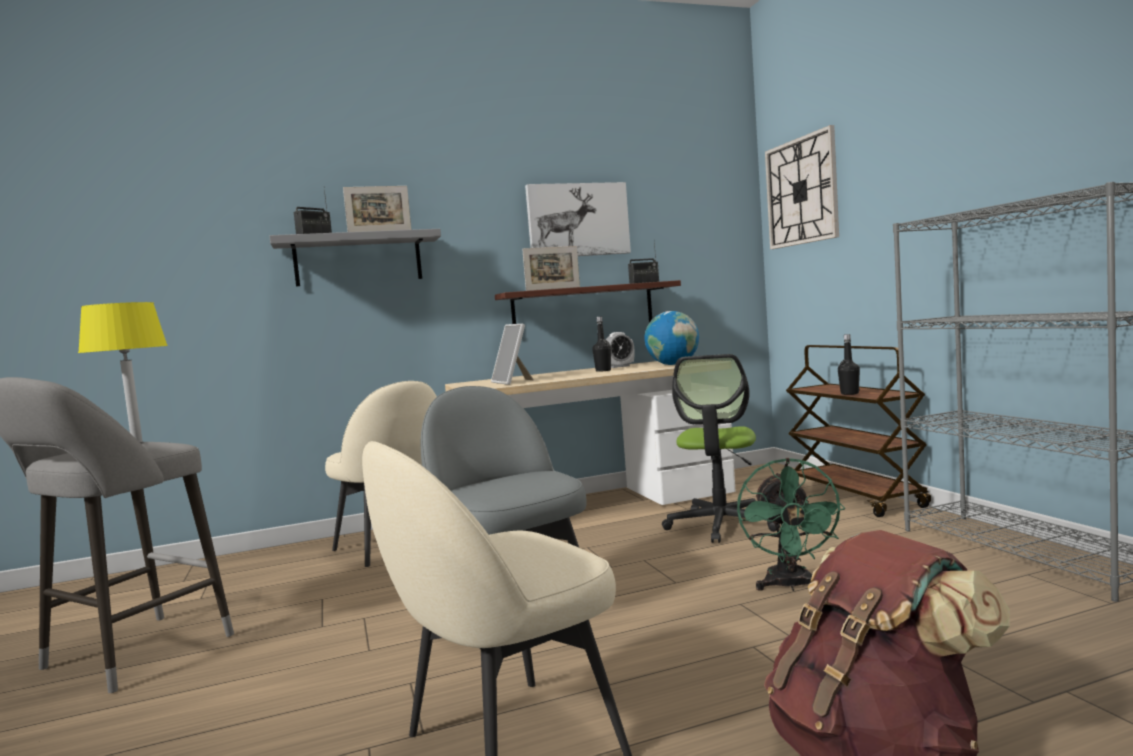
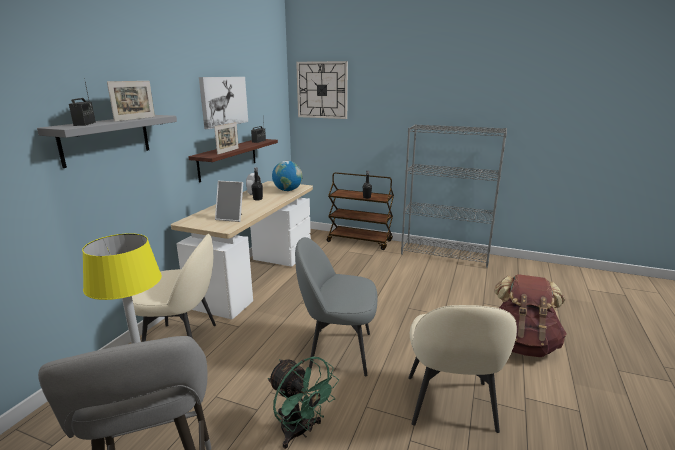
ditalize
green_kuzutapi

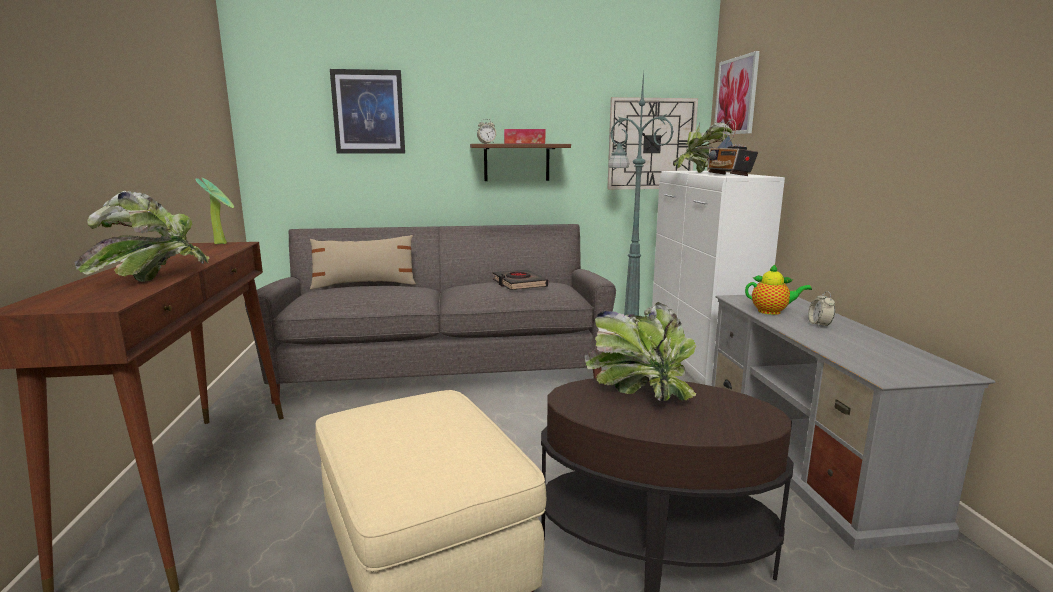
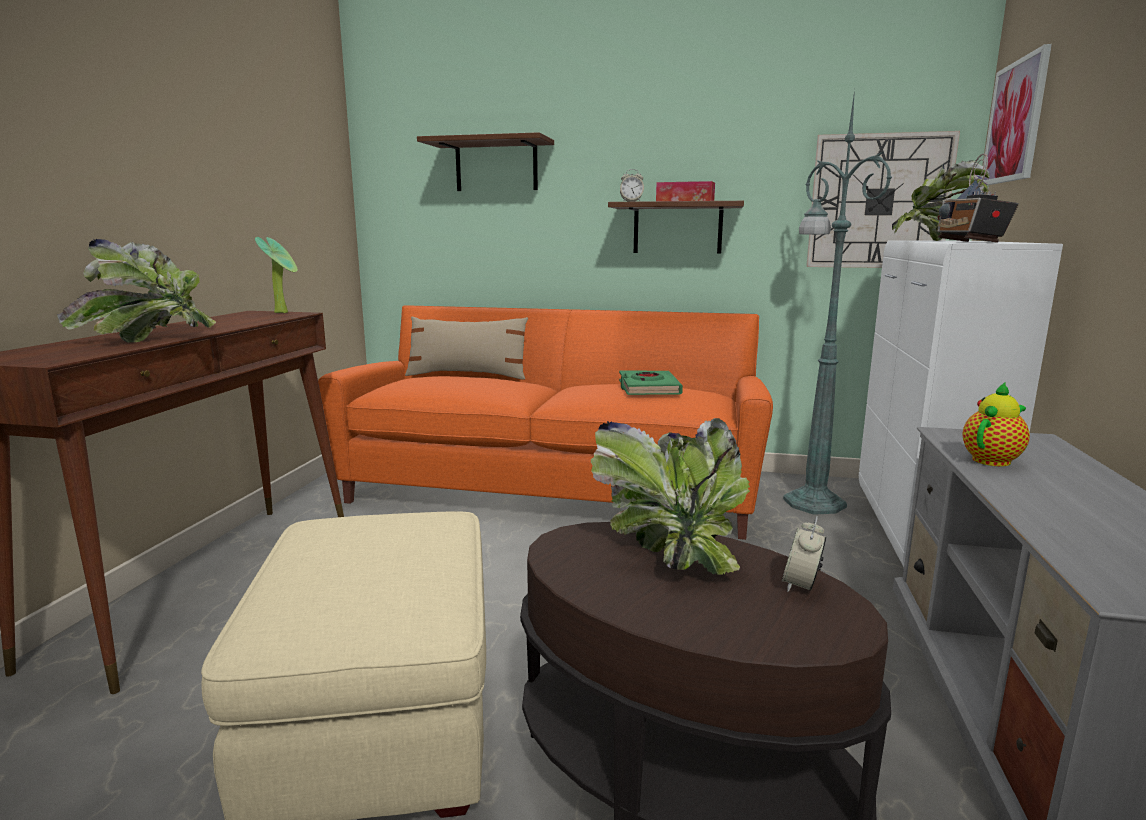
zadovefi (2nd from left)
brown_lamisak (1st from left)
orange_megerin
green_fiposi
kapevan

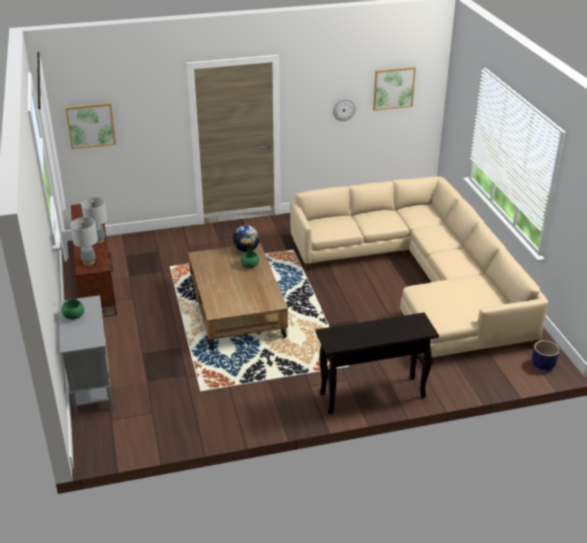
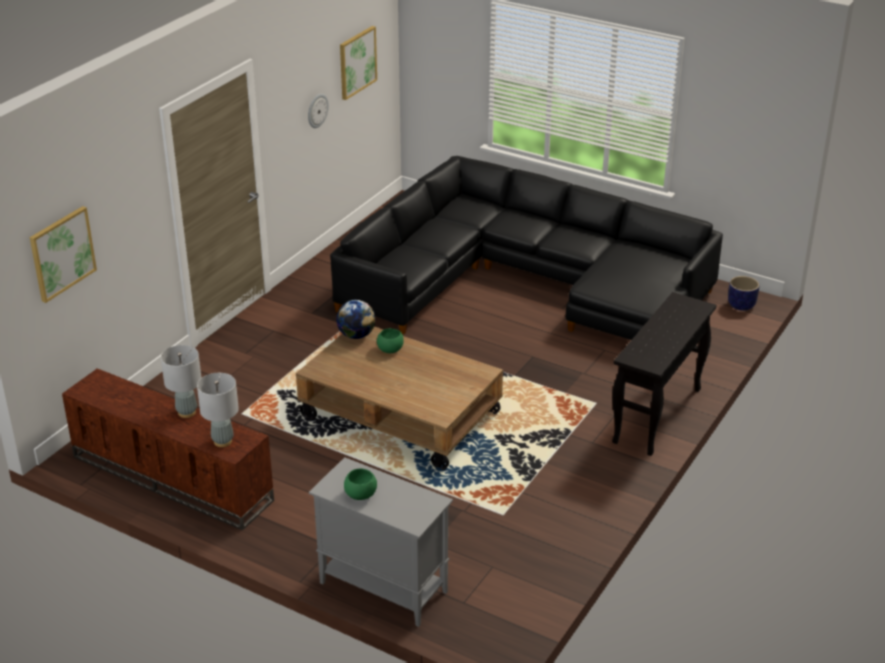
black_megerin

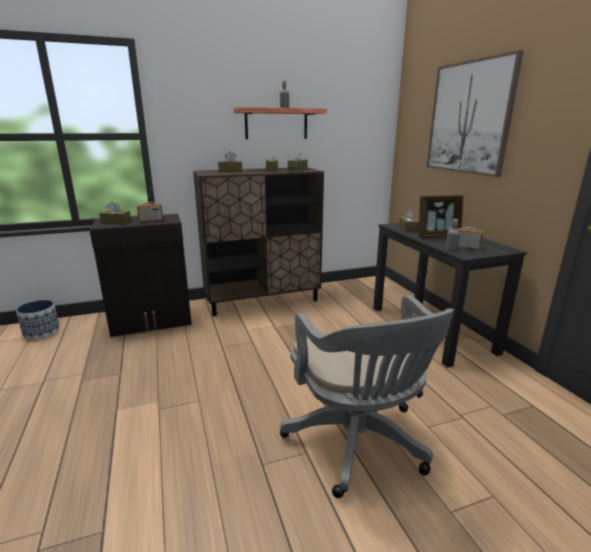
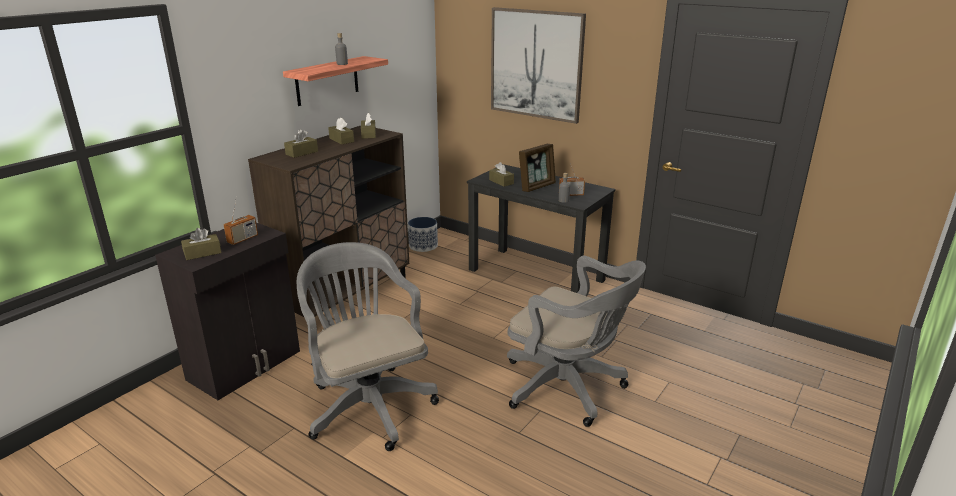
grey_ditalize (1st from left)
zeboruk

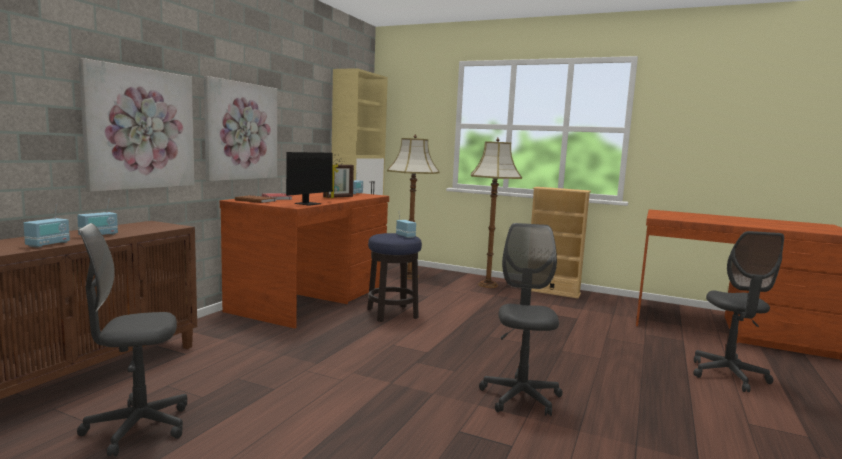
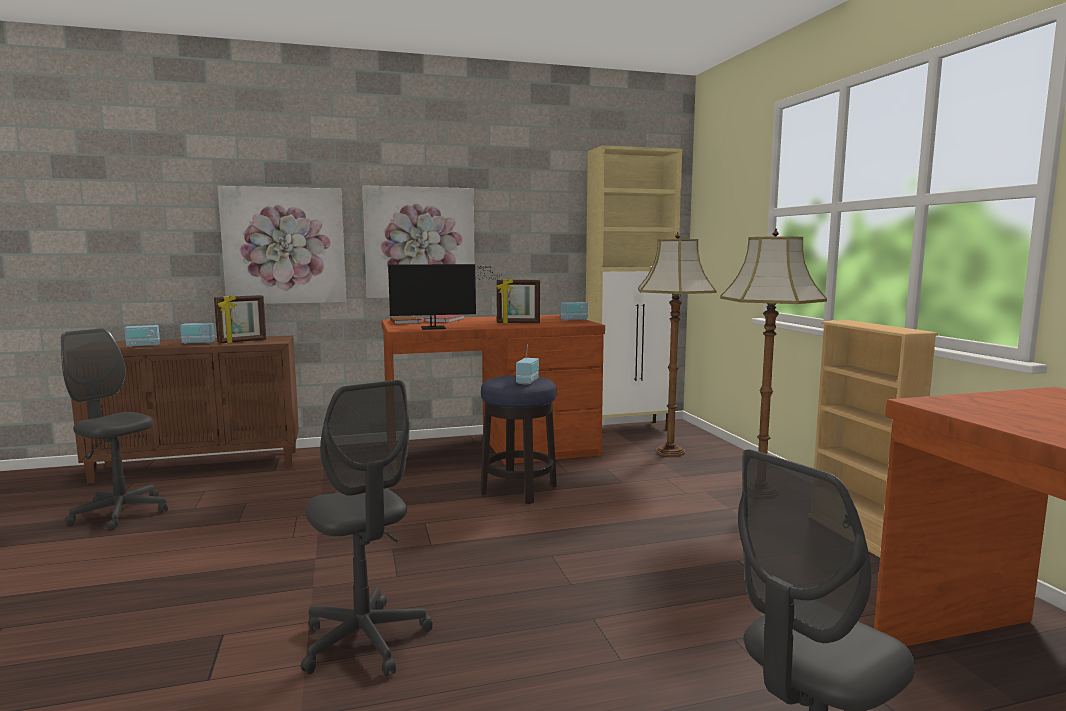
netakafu (1st from left)
grey_ditalize (2nd from left)

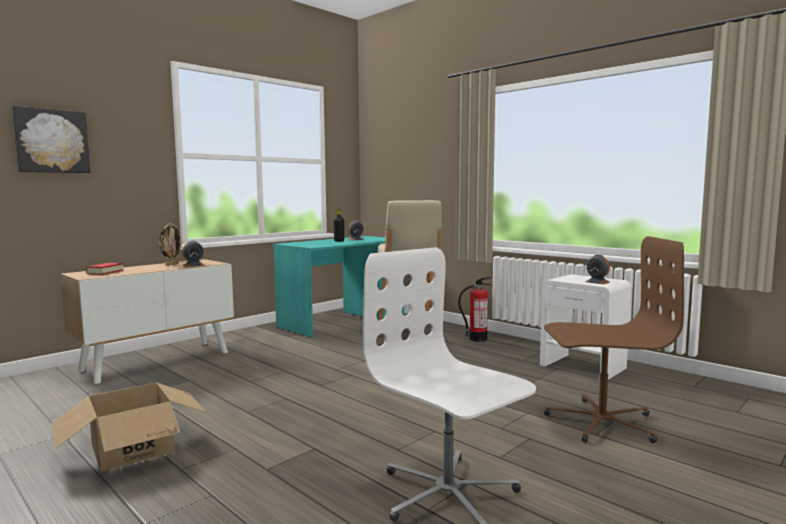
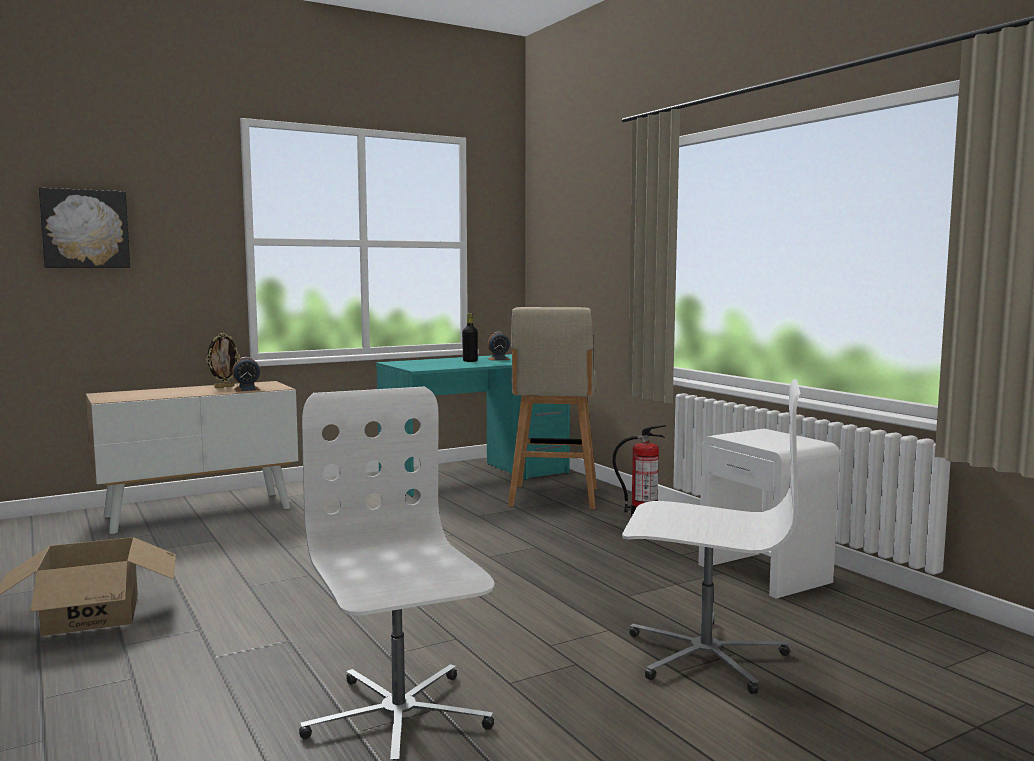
fiposi
zadovefi (3rd from left in the first image)
white_ditalize (2nd from left)

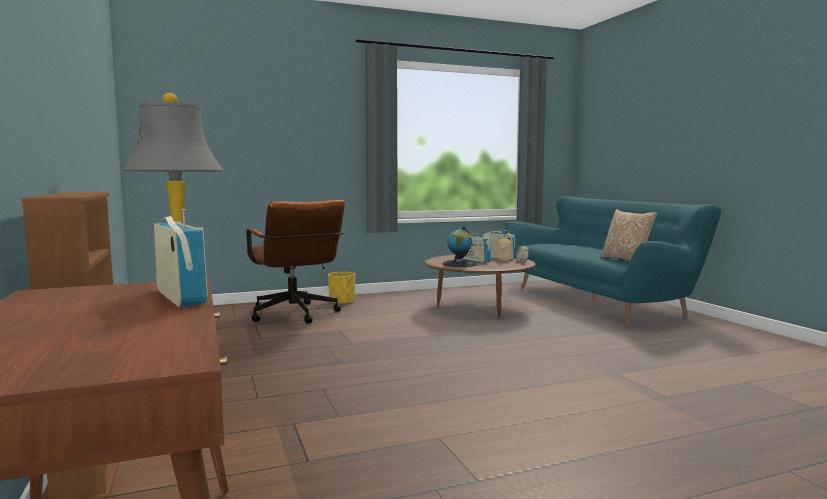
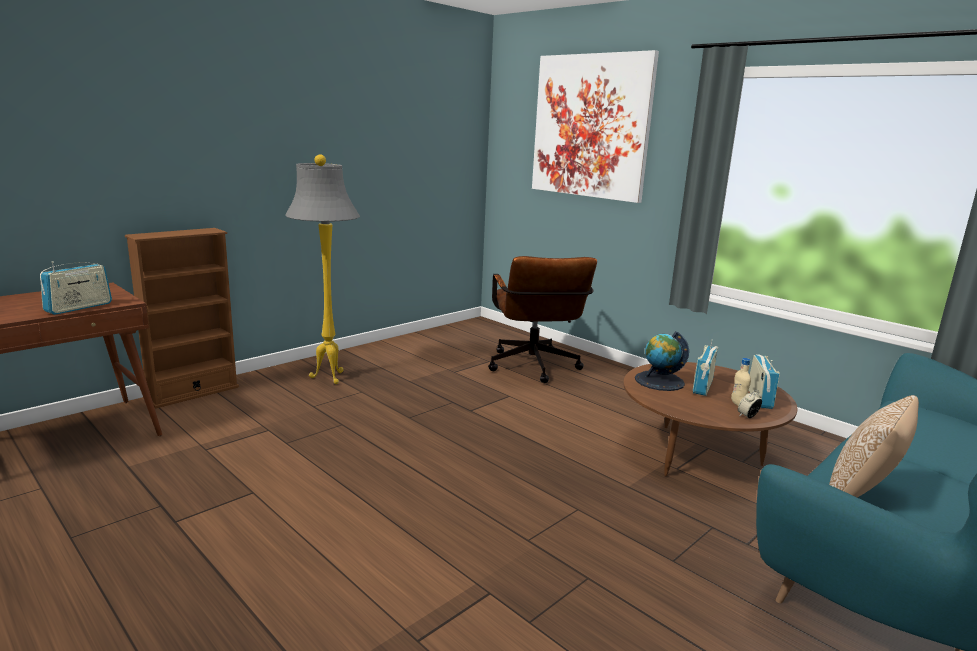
yellow_zeboruk
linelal
brown_ditalize

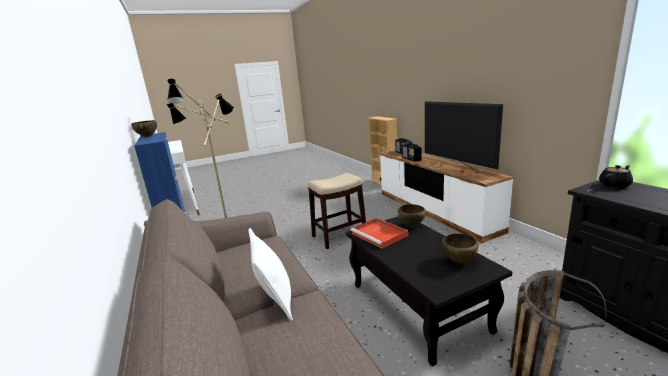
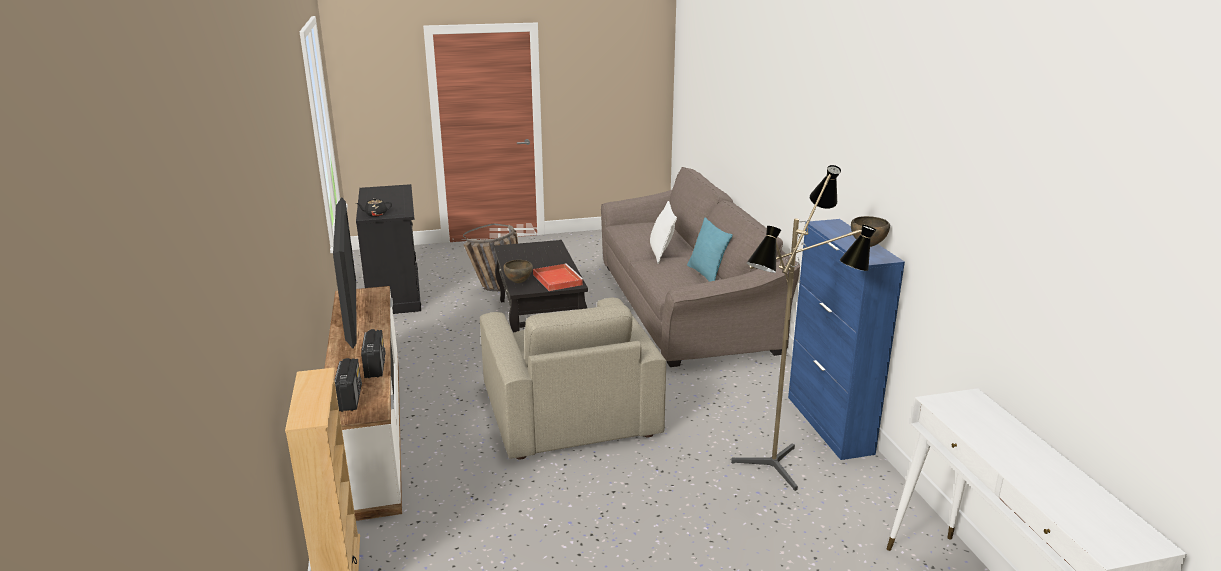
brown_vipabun (3rd from left in the first image)
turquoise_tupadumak
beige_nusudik

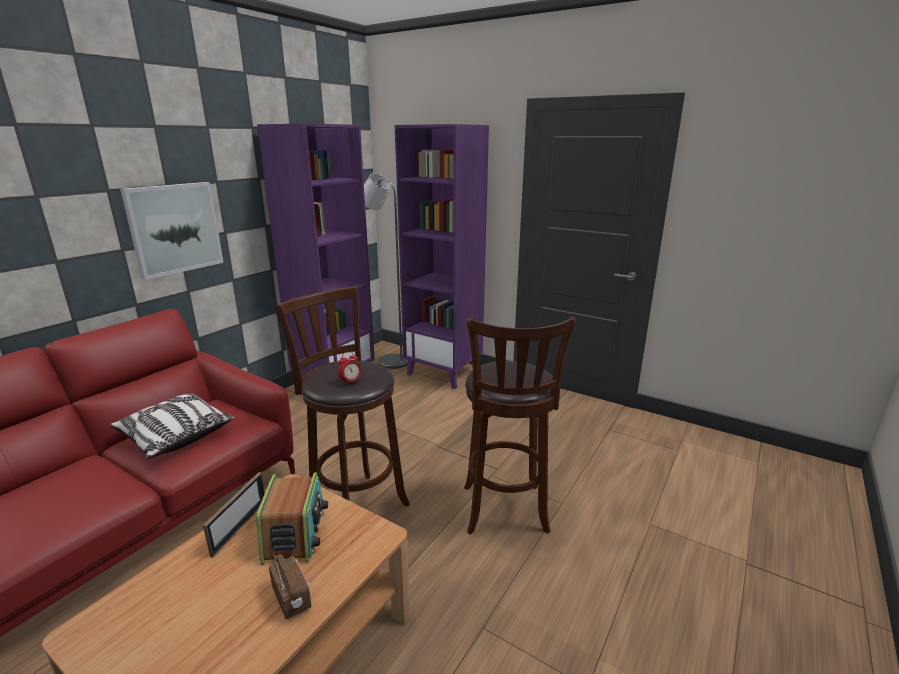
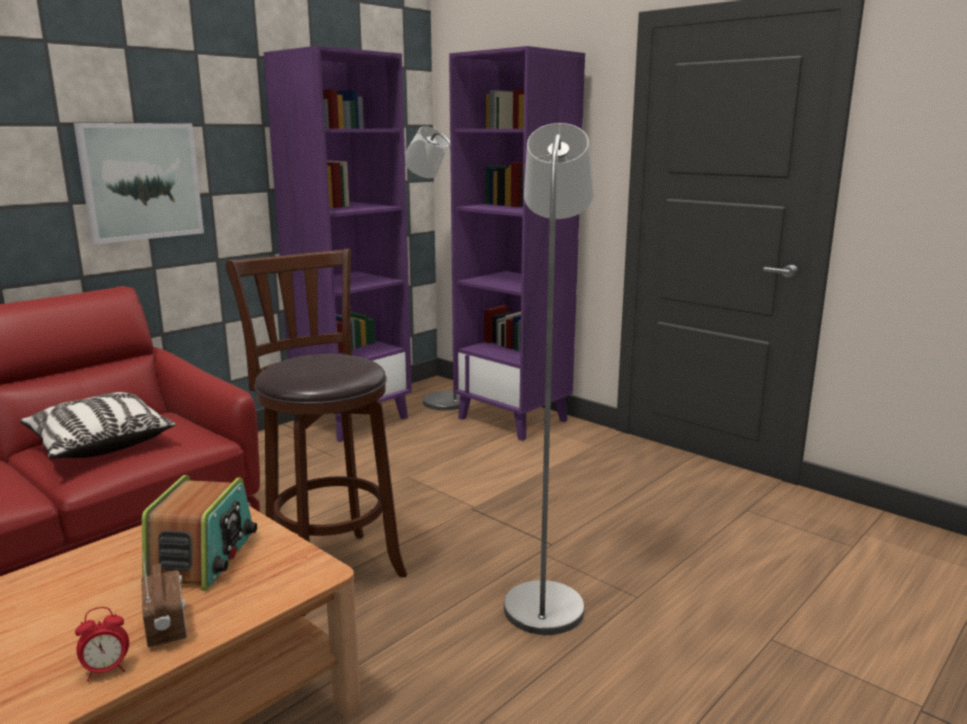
netakafu
zadovefi
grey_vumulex (2nd from left)

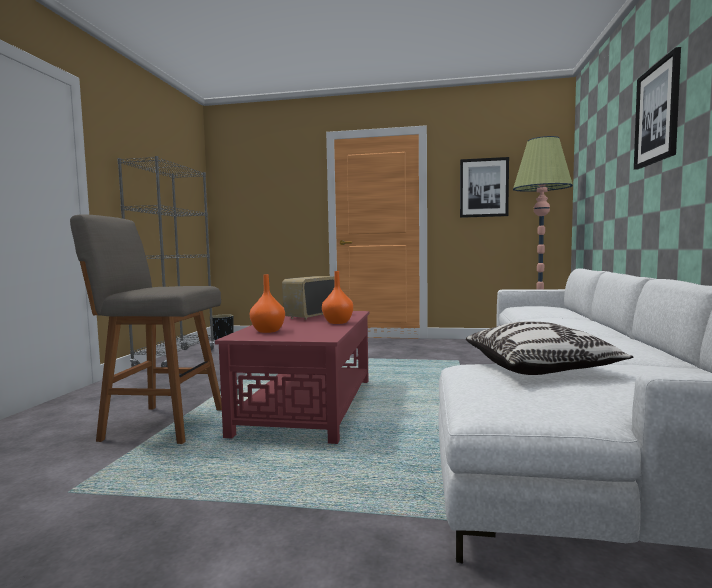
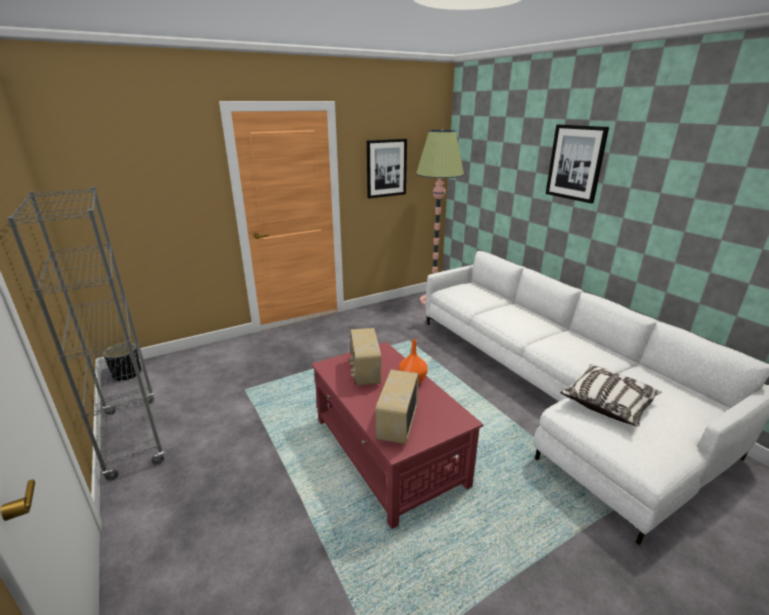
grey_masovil
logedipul (2nd from left)

